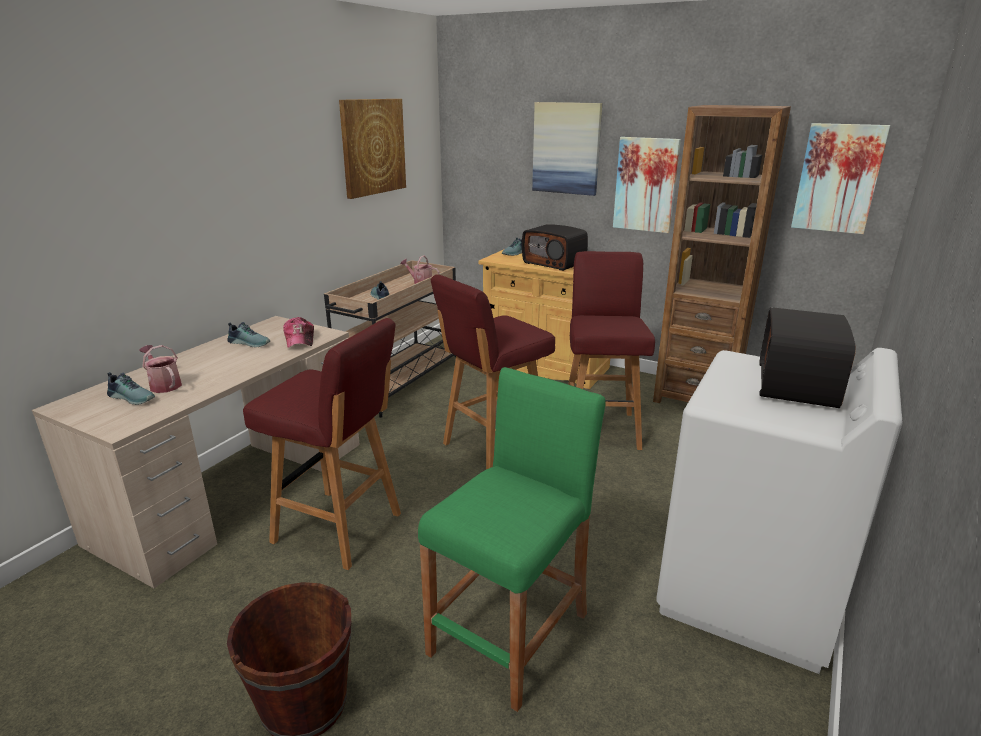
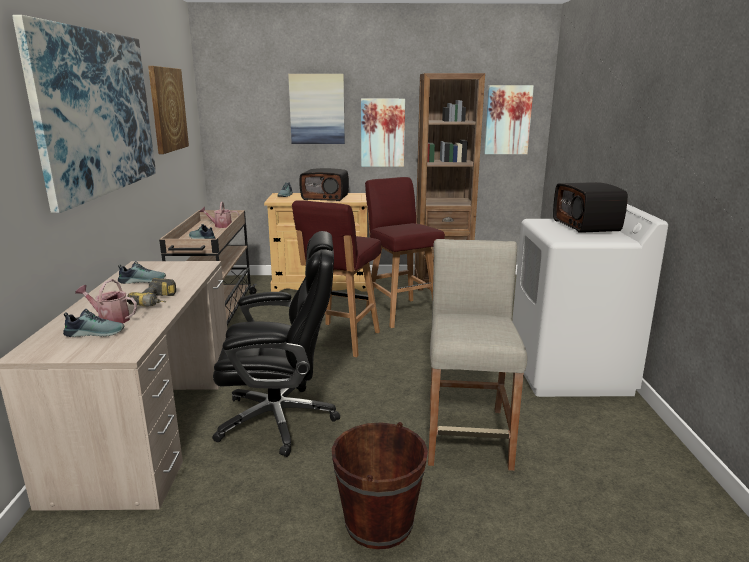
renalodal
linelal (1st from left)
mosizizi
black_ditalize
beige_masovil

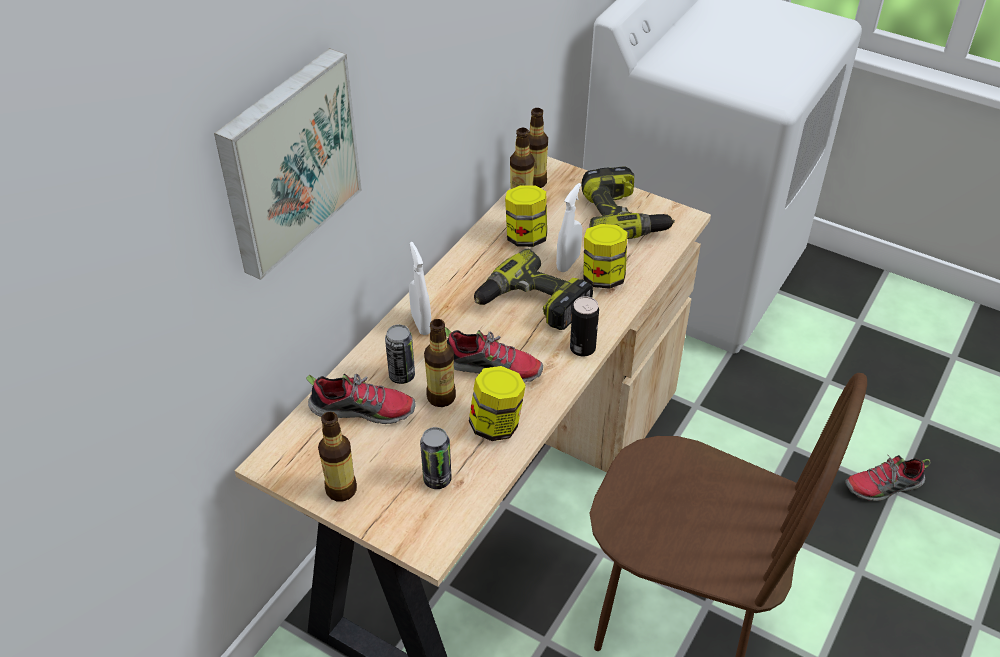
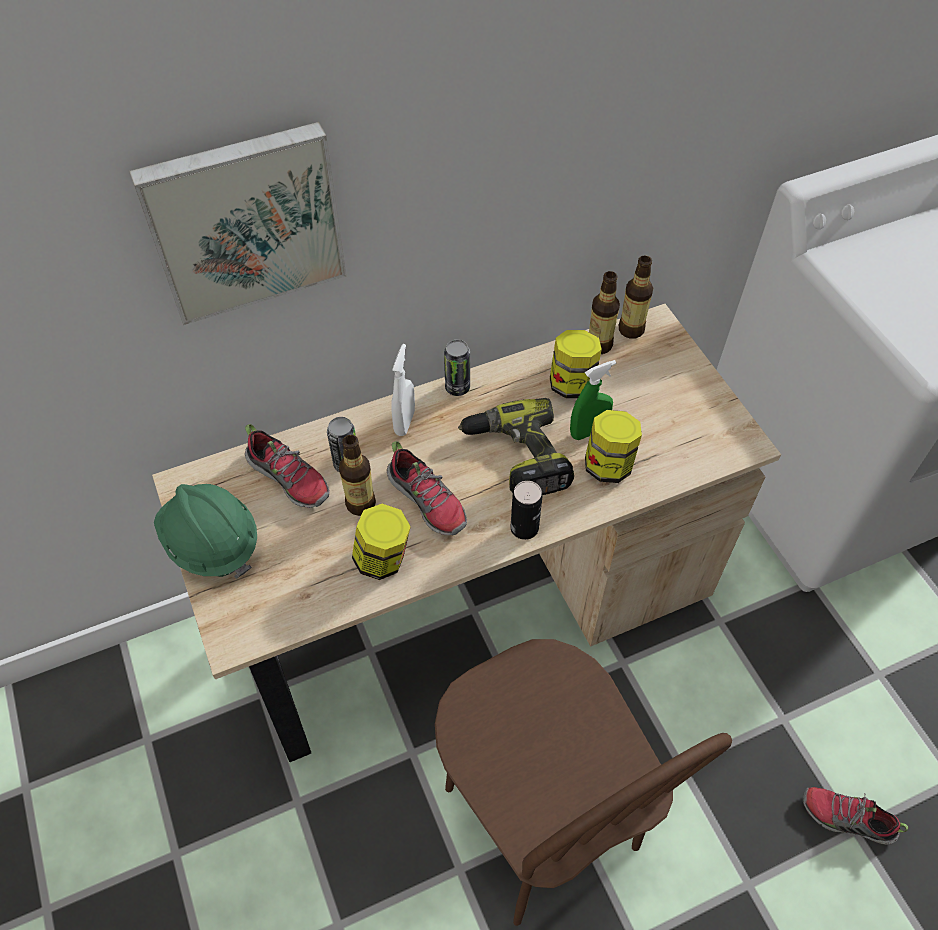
mosizizi (2nd from left in the first image)
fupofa (2nd from left)
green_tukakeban
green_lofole

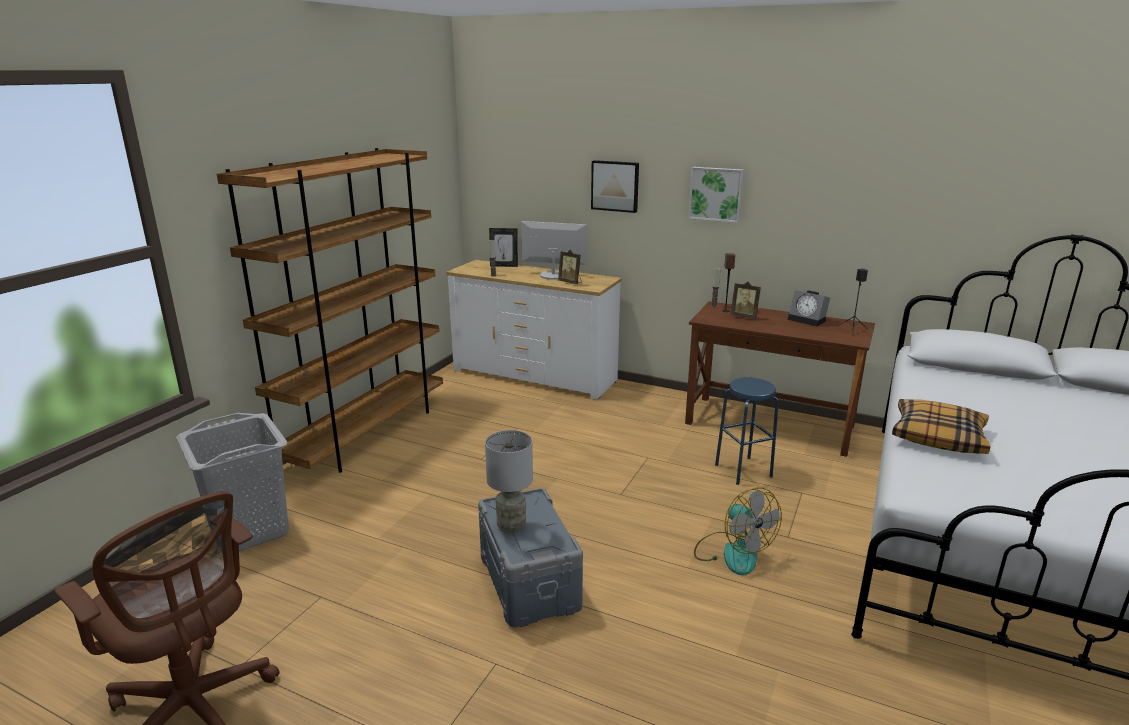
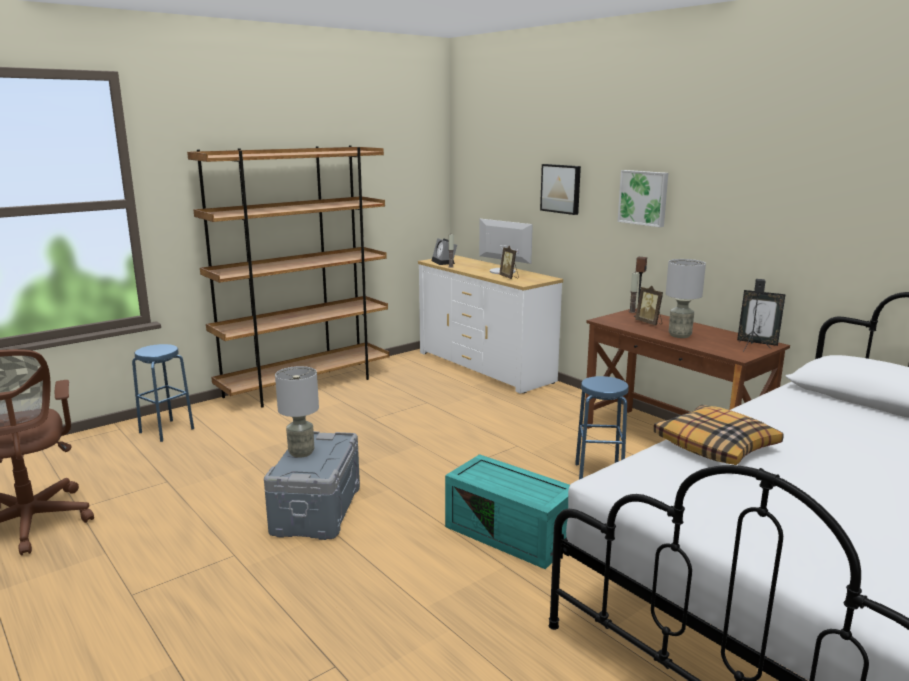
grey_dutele (2nd from left)
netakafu (3rd from left)
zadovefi
blue_masovil (1st from left)
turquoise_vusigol

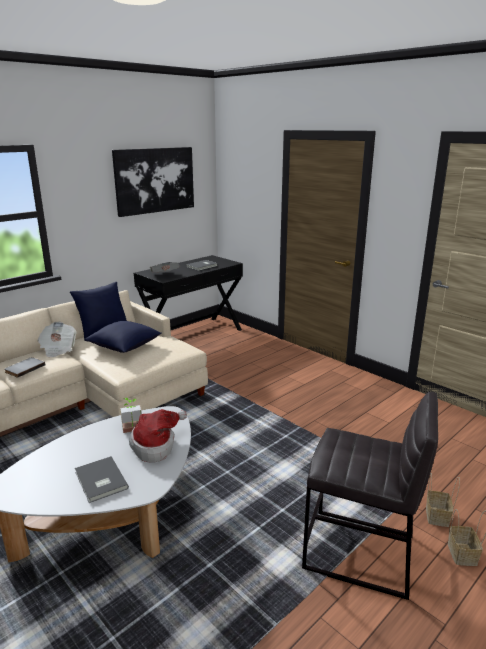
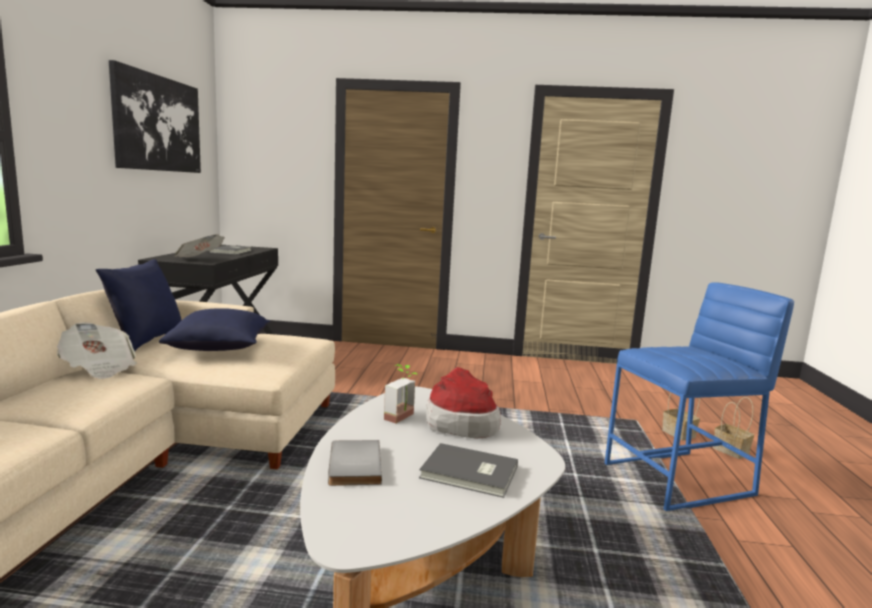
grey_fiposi (2nd from left)
blue_masovil

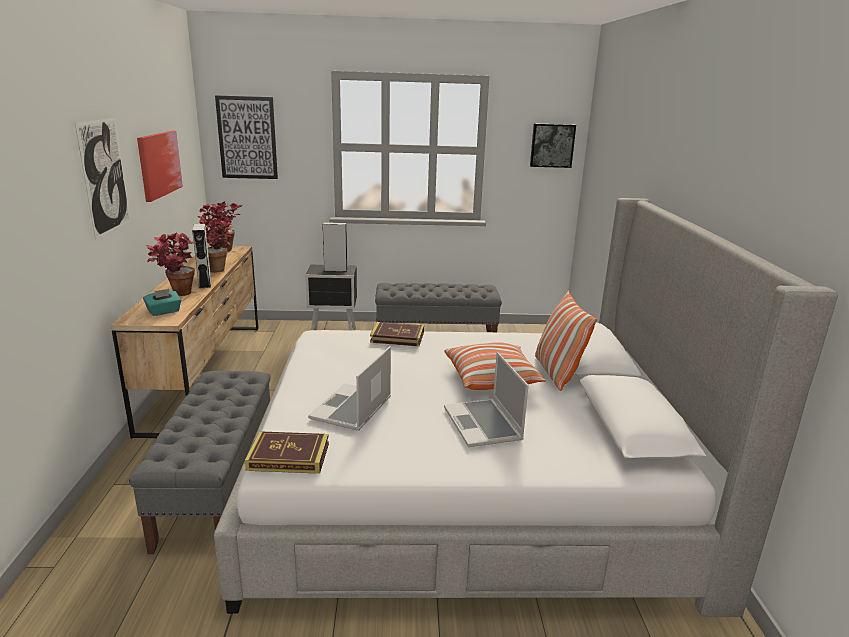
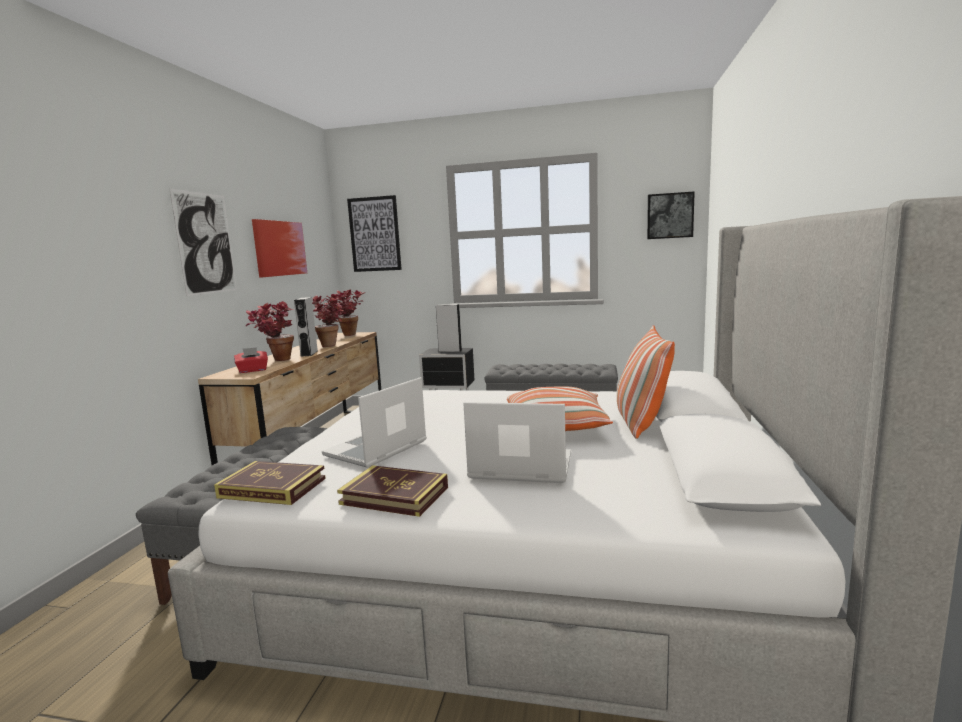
fiposi (2nd from left)
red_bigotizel
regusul (2nd from left)

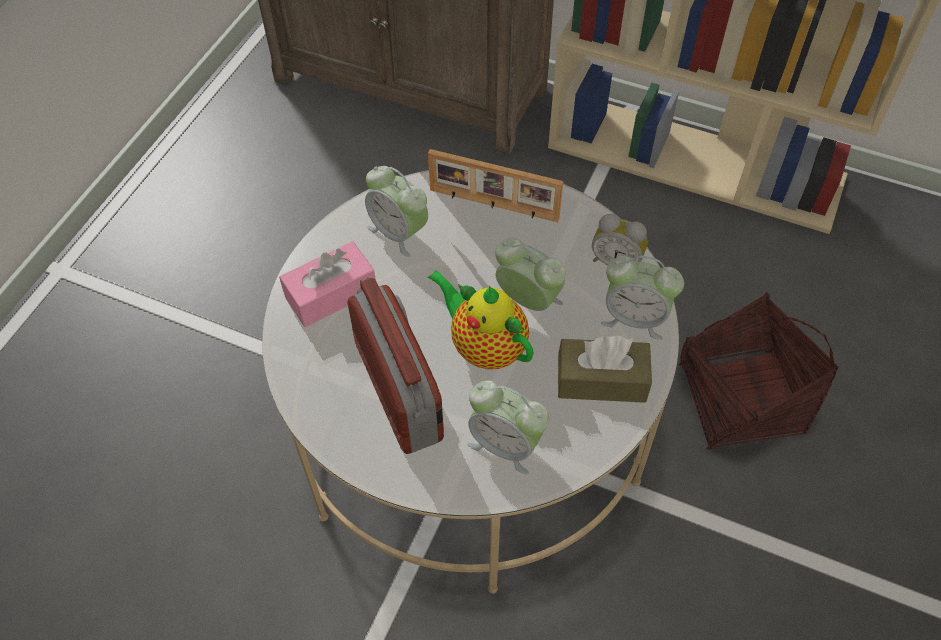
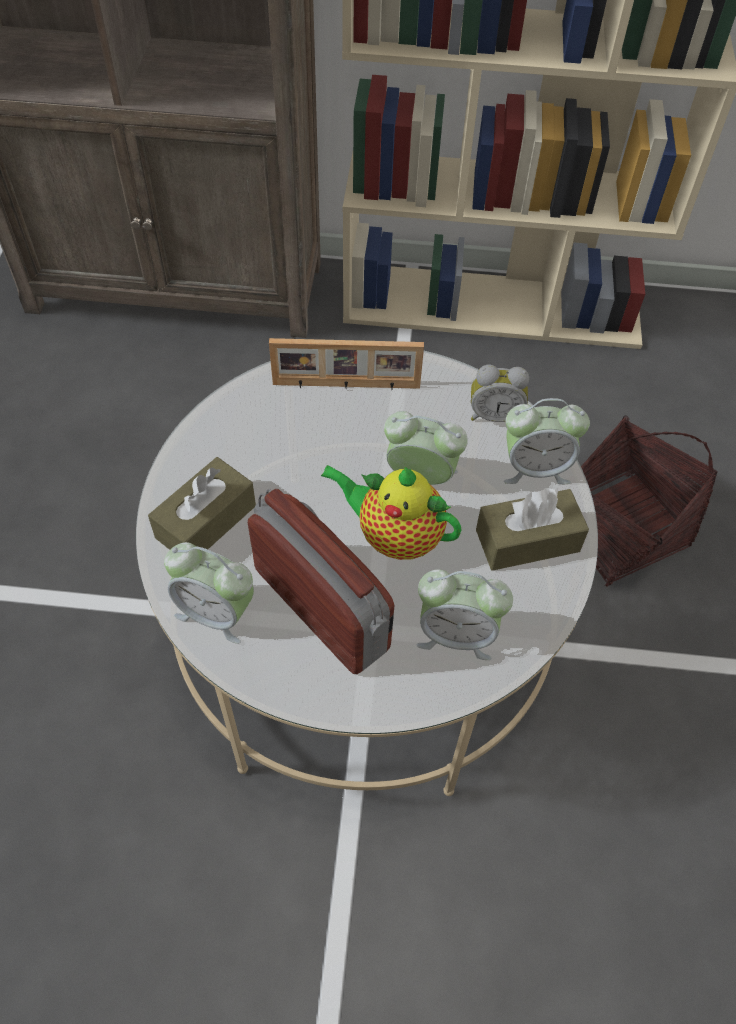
zadovefi (1st from left)
brown_bigotizel (1st from left)

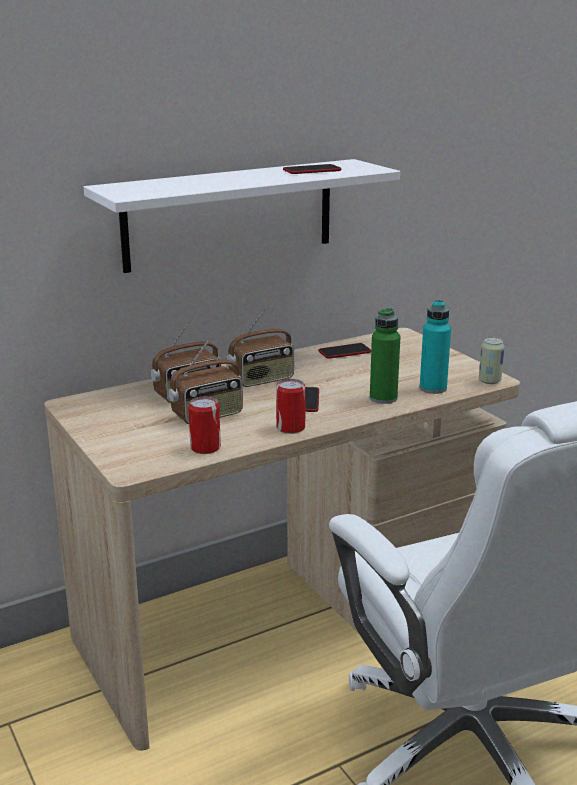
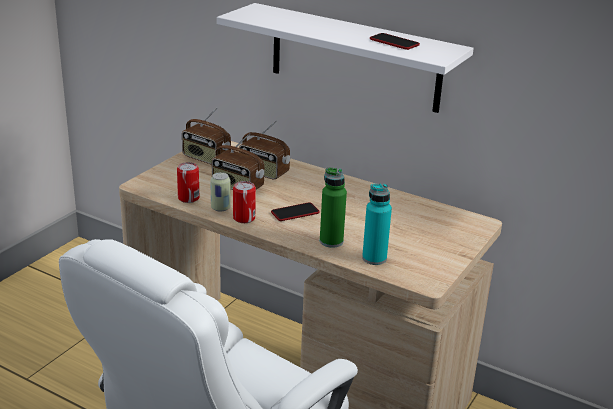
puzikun (3rd from left in the first image)
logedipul (1st from left)
fupofa (2nd from left)

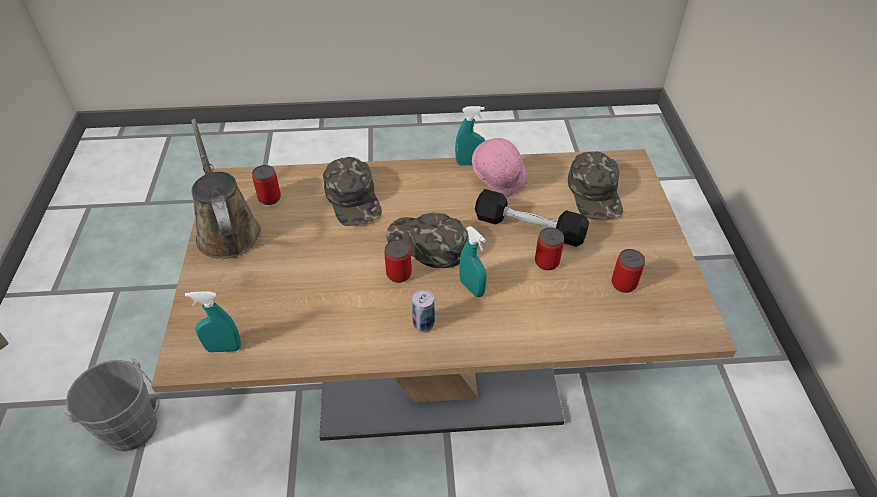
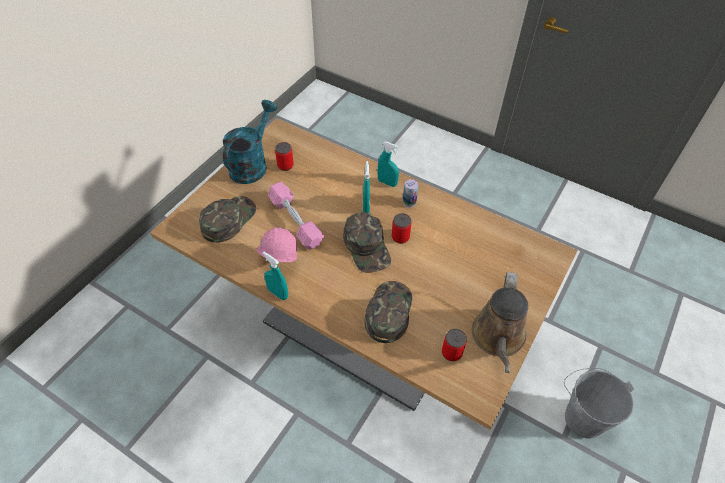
fupofa (4th from left in the first image)
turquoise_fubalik
turquoise_lofole (3rd from left)
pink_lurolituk

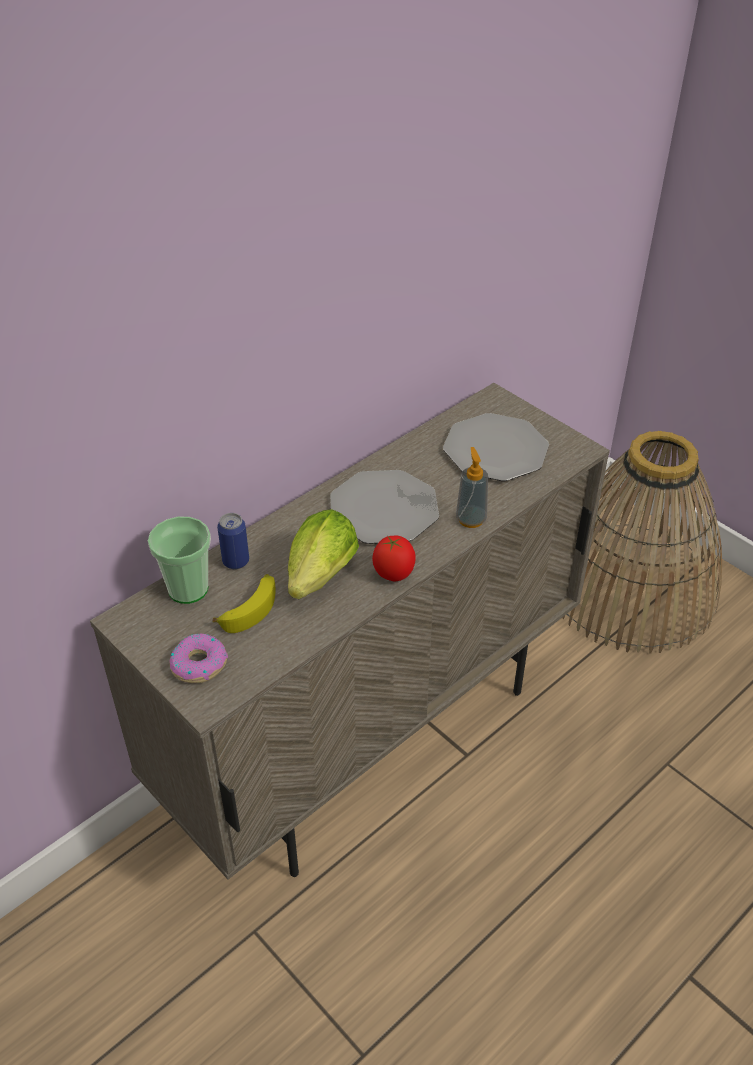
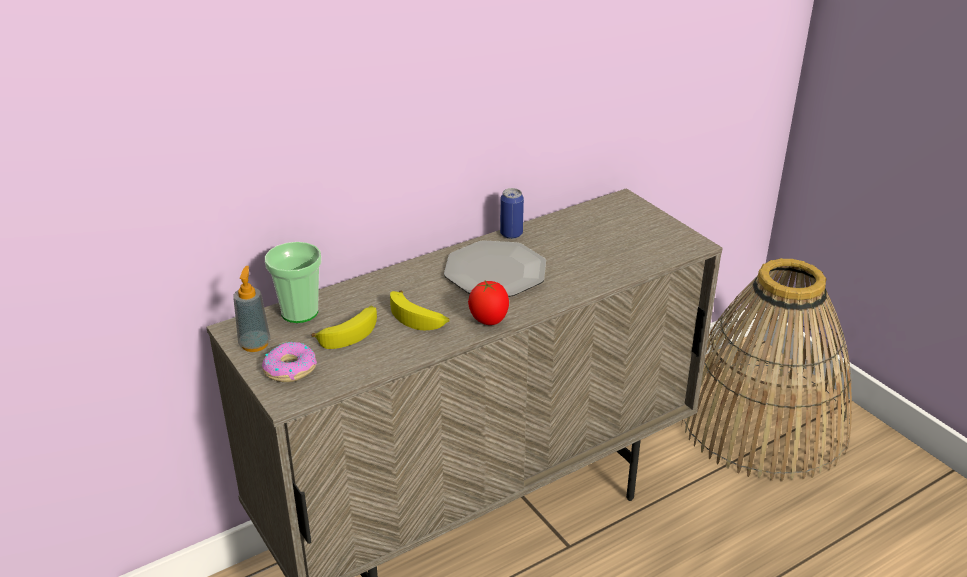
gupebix (2nd from left in the first image)
fupofa
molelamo
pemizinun (2nd from left)

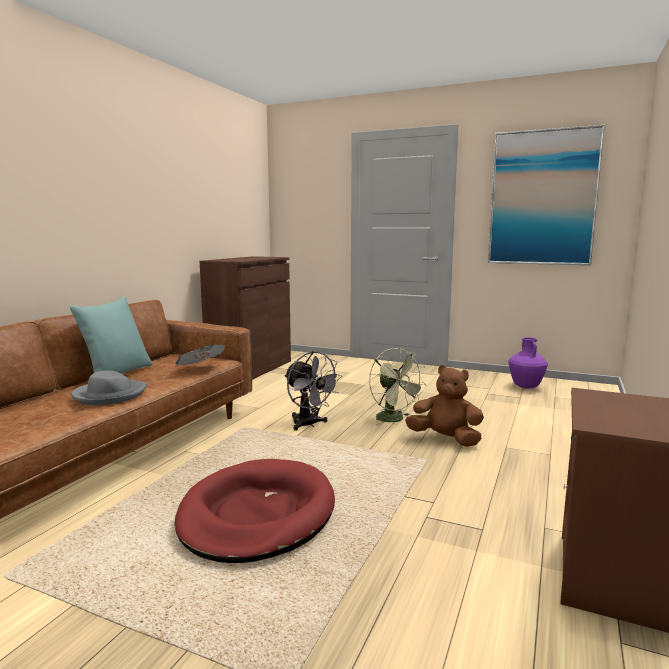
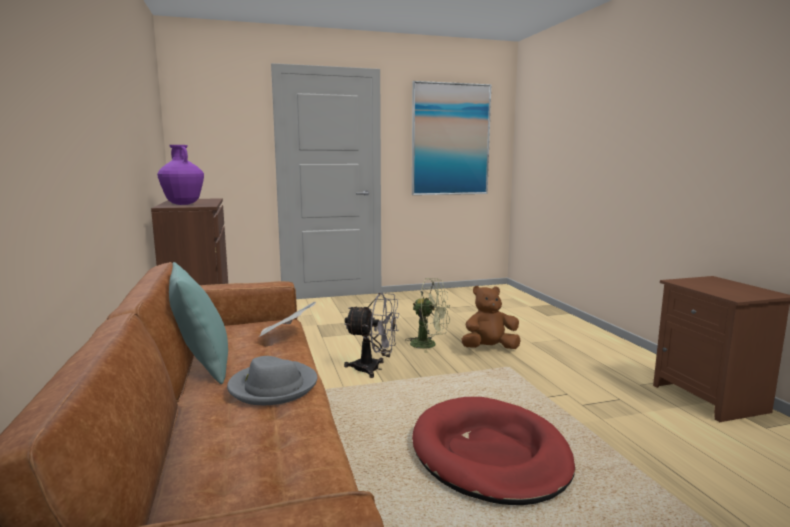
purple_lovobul

